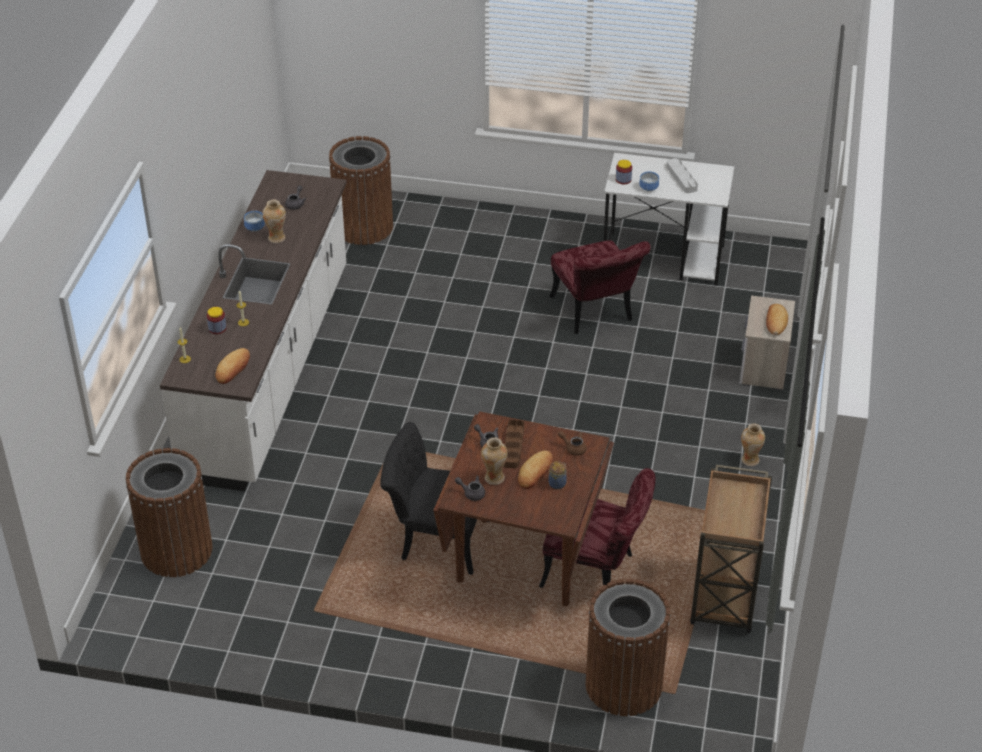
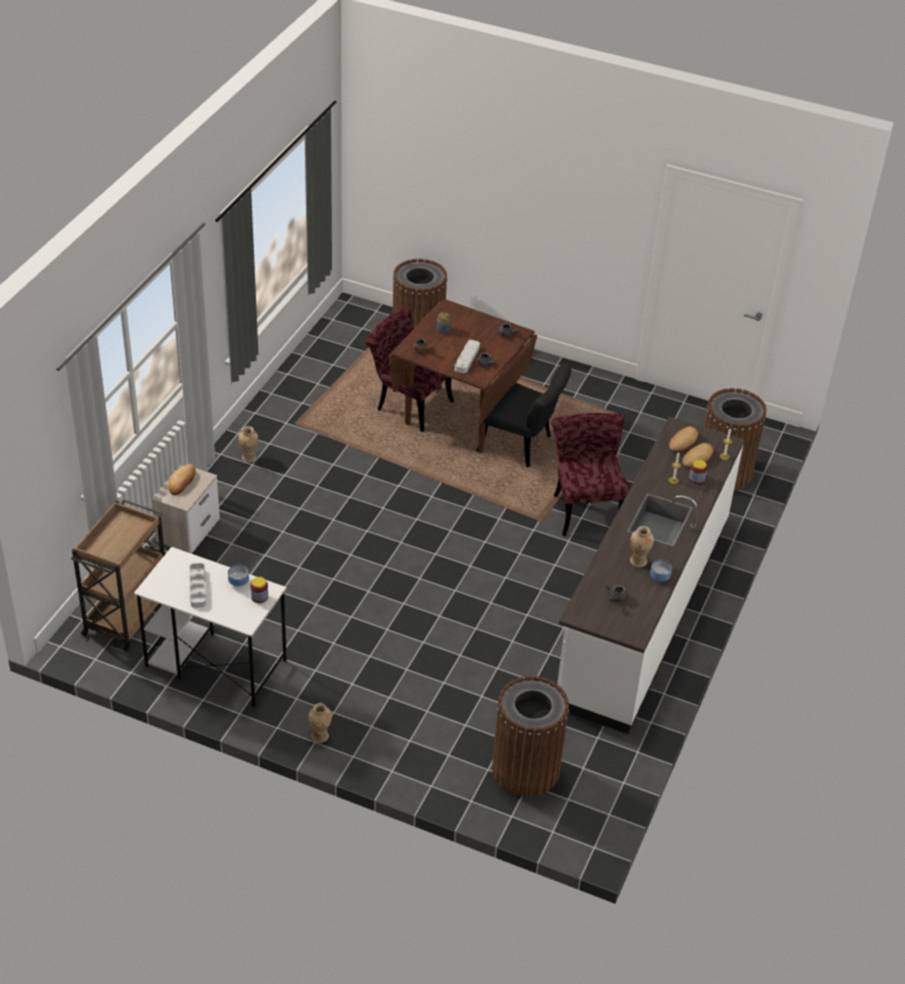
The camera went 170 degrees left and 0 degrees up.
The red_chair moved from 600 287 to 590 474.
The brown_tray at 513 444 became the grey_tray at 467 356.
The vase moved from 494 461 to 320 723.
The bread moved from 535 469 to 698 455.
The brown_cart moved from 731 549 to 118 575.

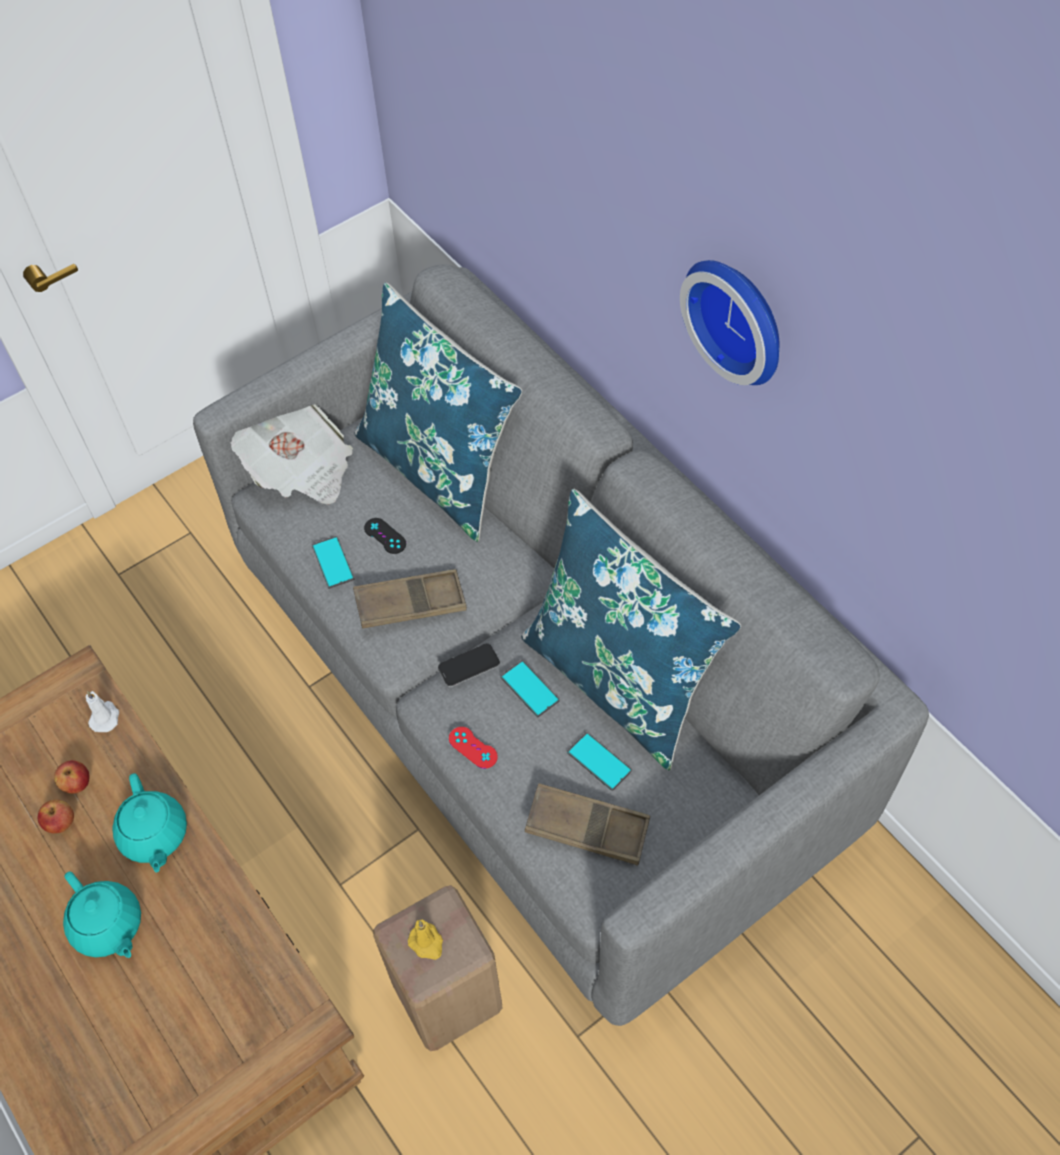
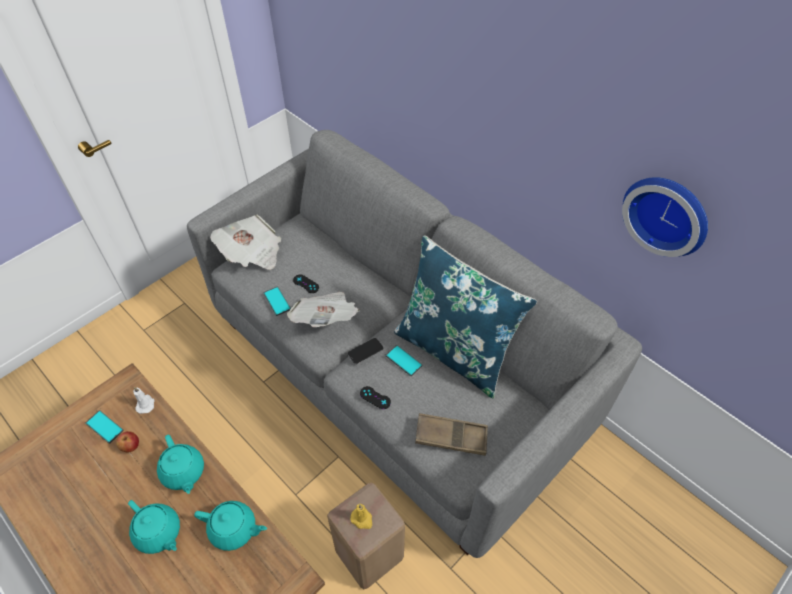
The camera went 10 degrees left and 5 degrees down.
The wall_clock moved from 729 322 to 665 217.
The blue_pillow at 438 412 disappeared.
The brown_tray at 410 599 was replaced by the newspaper at 323 309.
The red_game_controller at 473 748 became the black_game_controller at 375 397.
The phone moved from 599 761 to 104 427.
The apple at 56 817 disappeared.
The turquoise_teapot at 230 526 appeared.

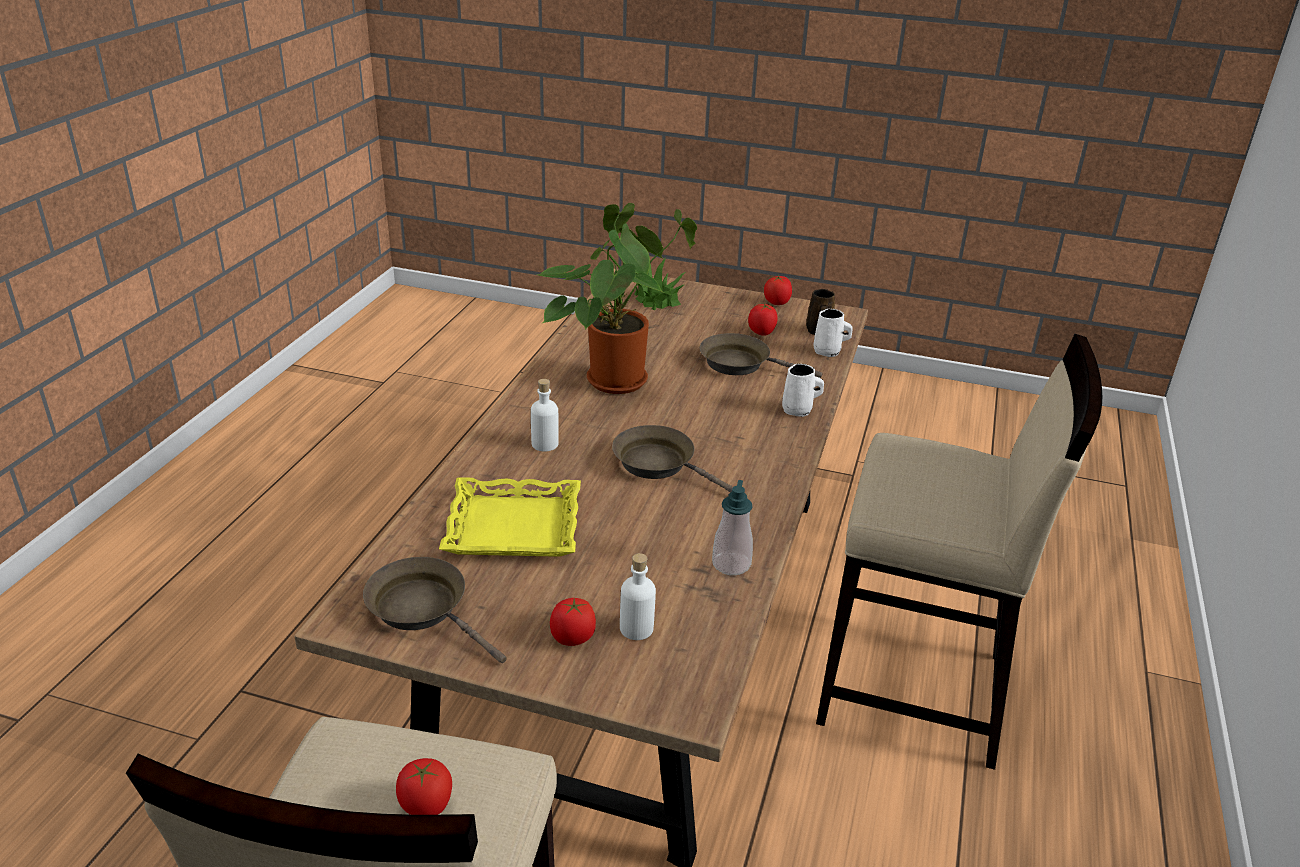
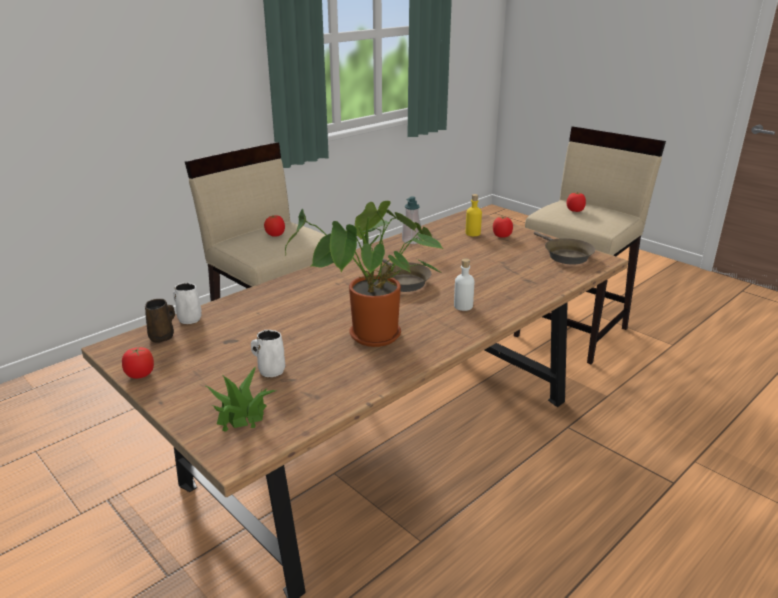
The camera went 150 degrees left and 5 degrees down.
The tomato moved from 763 320 to 274 226.
The brown_frying_pan at 761 355 disappeared.
The white_mug moved from 803 390 to 268 353.
The yellow_tray at 510 517 disappeared.
The white_bottle at 638 596 became the yellow_bottle at 474 215.

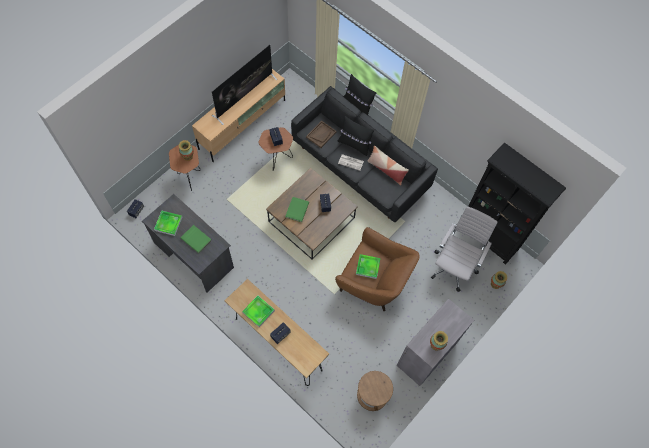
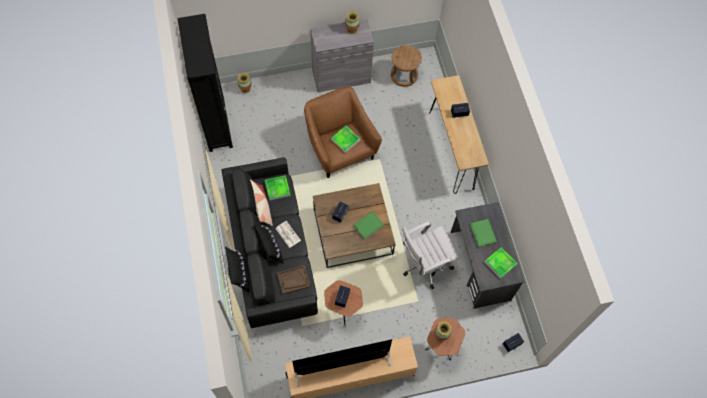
The camera went 145 degrees left and 0 degrees up.
The white_office_chair moved from 464 249 to 431 255.
The tray moved from 258 311 to 278 188.

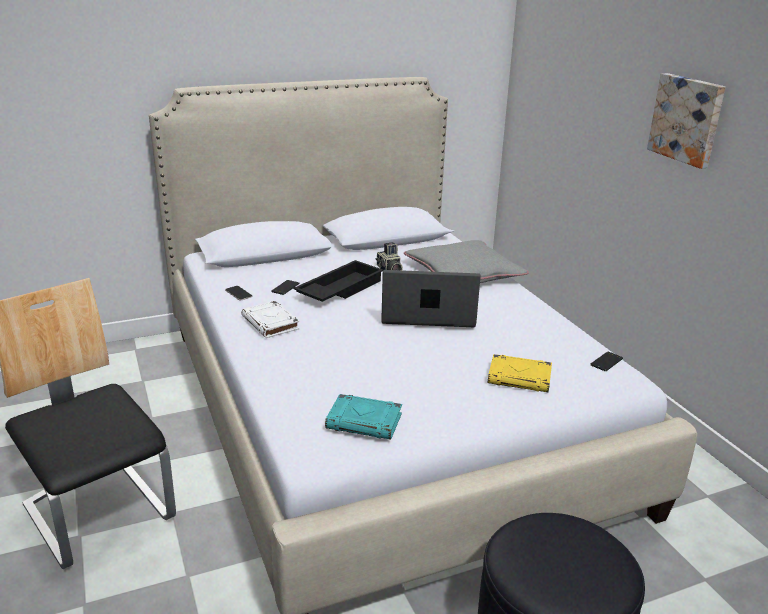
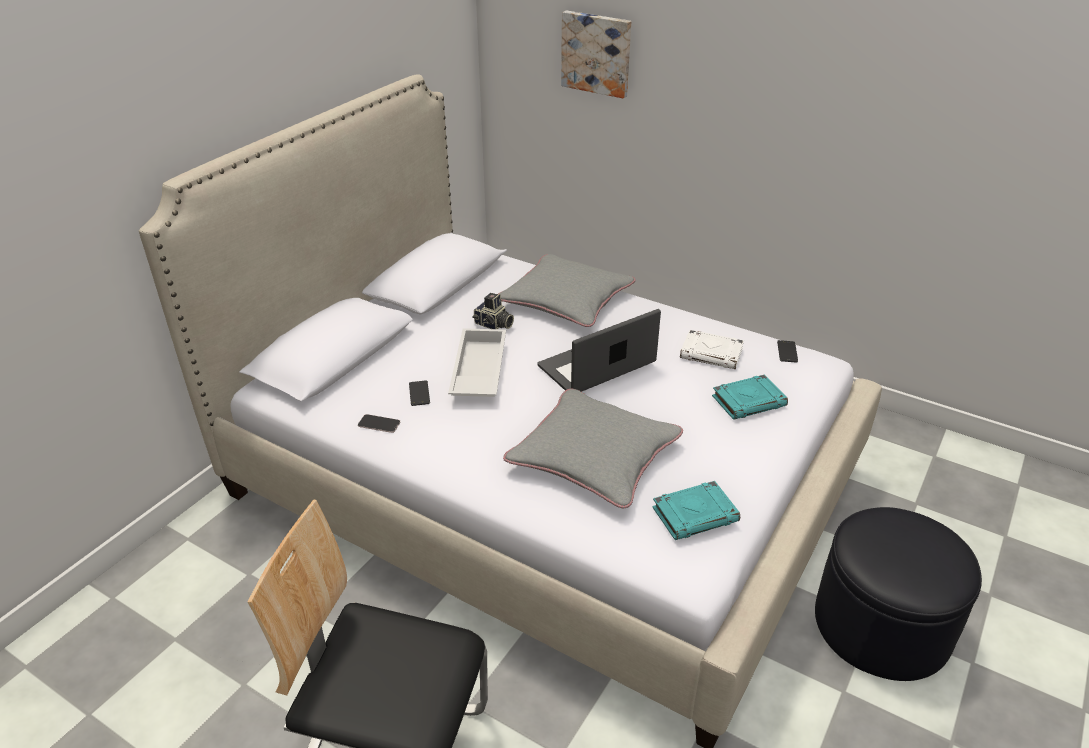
The camera went 35 degrees left and 10 degrees up.
The picture moved from 686 121 to 596 54.
The black_tray at 338 281 became the white_tray at 477 362.
The white_book moved from 270 319 to 712 349.
The yellow_book at 520 373 became the turquoise_book at 750 397.
The grey_pillow at 593 449 appeared.

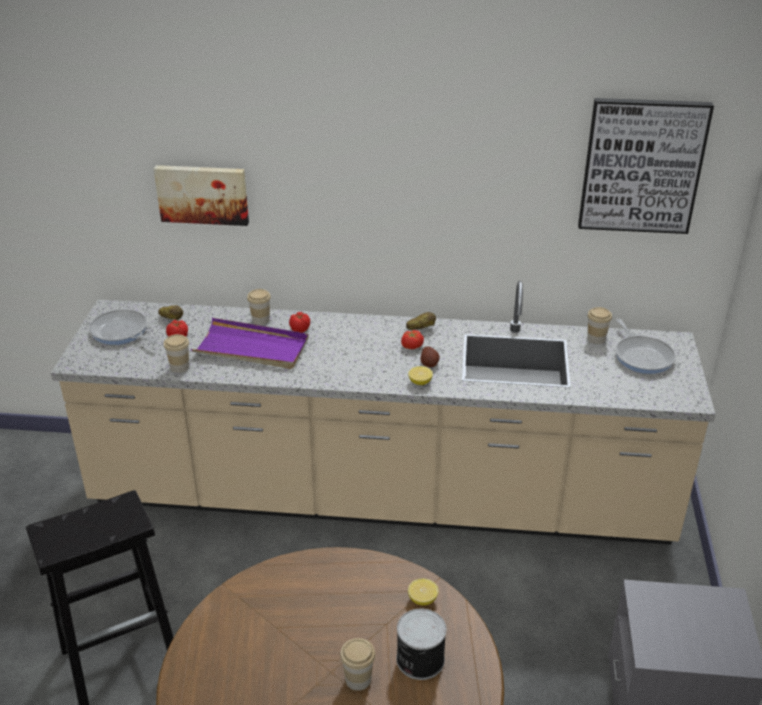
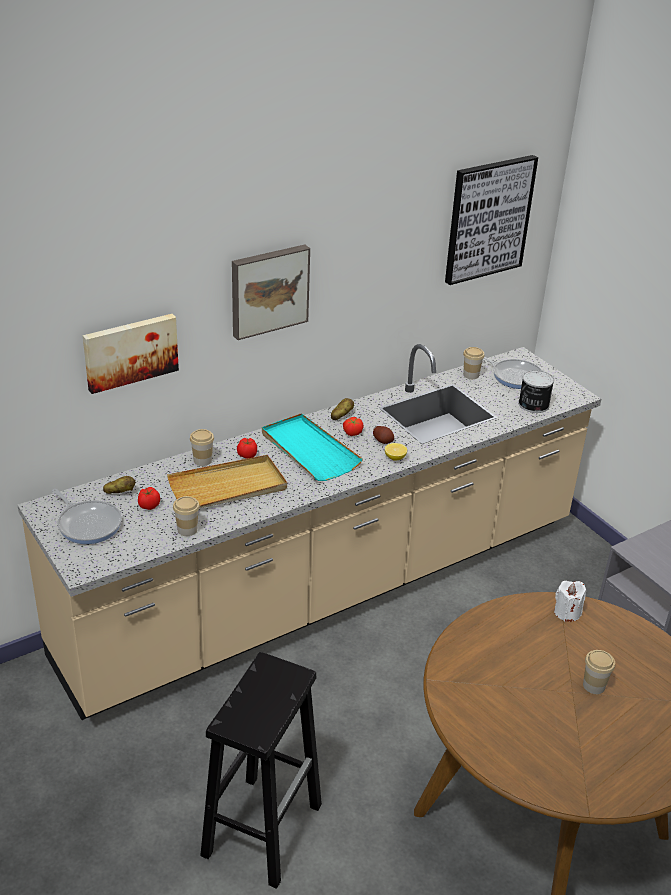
The camera went 40 degrees left and 0 degrees up.
The frying_pan at 123 327 turned 135 degrees counterclockwise.
The purple_tray at 250 343 became the beige_tray at 227 481.
The lemon at 423 592 was replaced by the white_candle at 570 601.
The can moved from 421 644 to 536 391.
The picture at 271 292 appeared.
The turquoise_tray at 312 447 appeared.

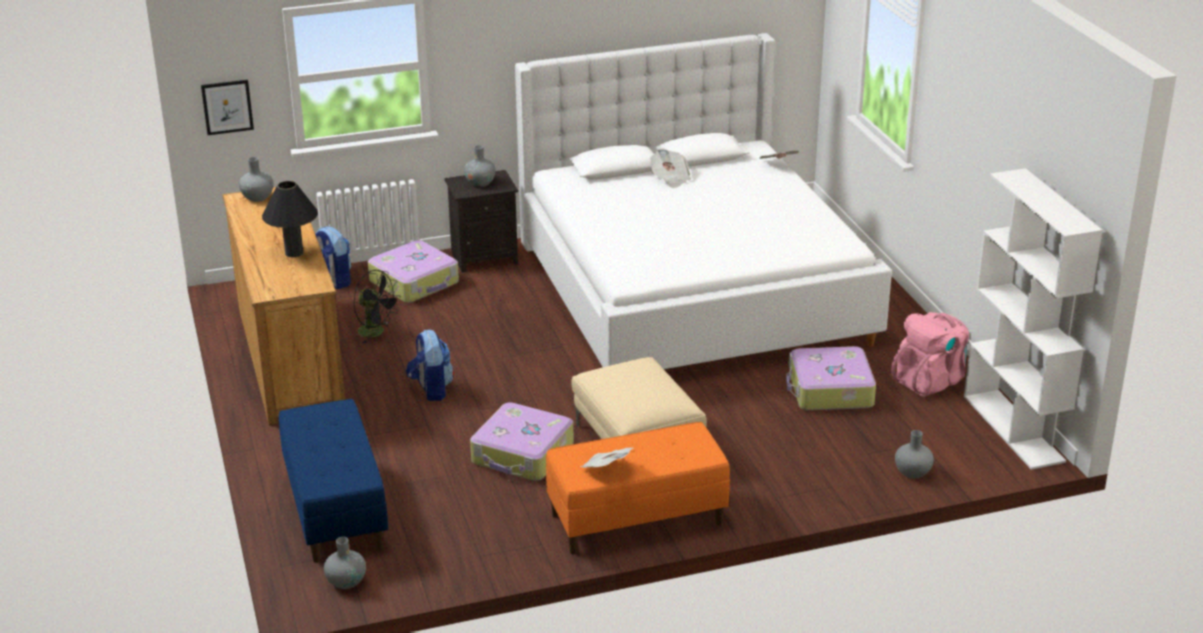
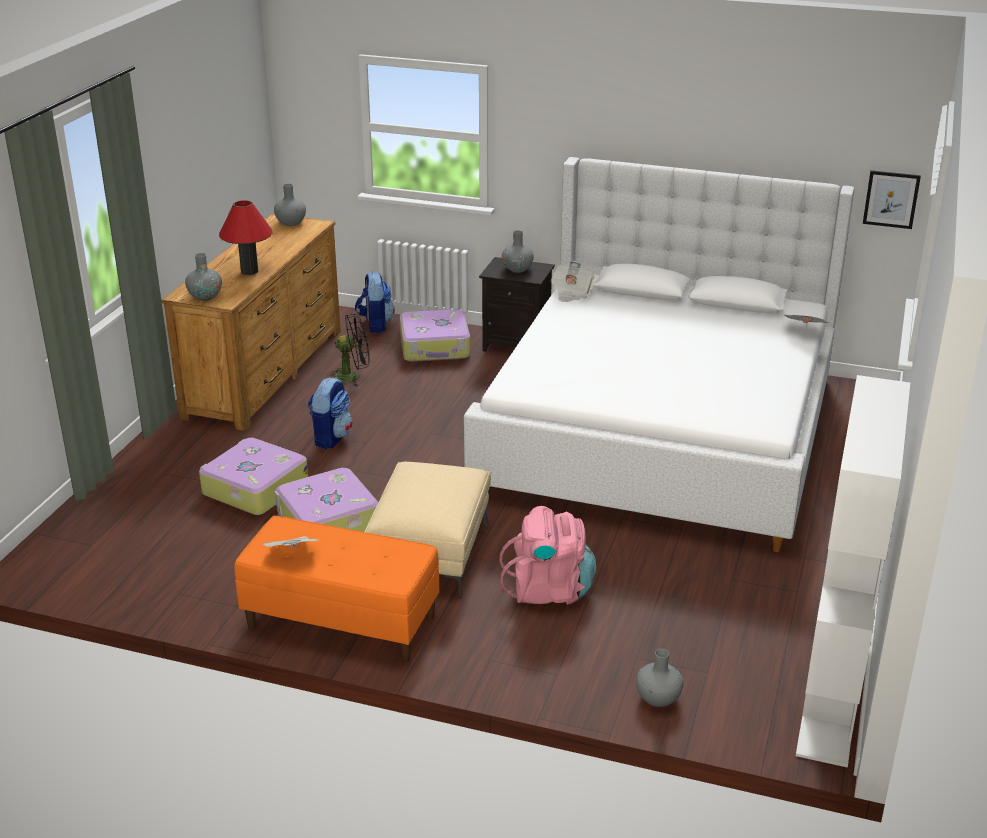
The camera went 35 degrees right and 0 degrees up.
The picture moved from 227 107 to 892 199.
The newspaper moved from 670 168 to 572 281.
The black_table_lamp at 290 219 became the red_table_lamp at 246 237.
The black_fan at 377 306 turned 75 degrees counterclockwise.
The pink_backpack moved from 930 354 to 547 555.
The suitcase moved from 831 378 to 253 476.
The blue_bench at 333 481 disappeared.
The grey_vase moved from 345 563 to 203 277.

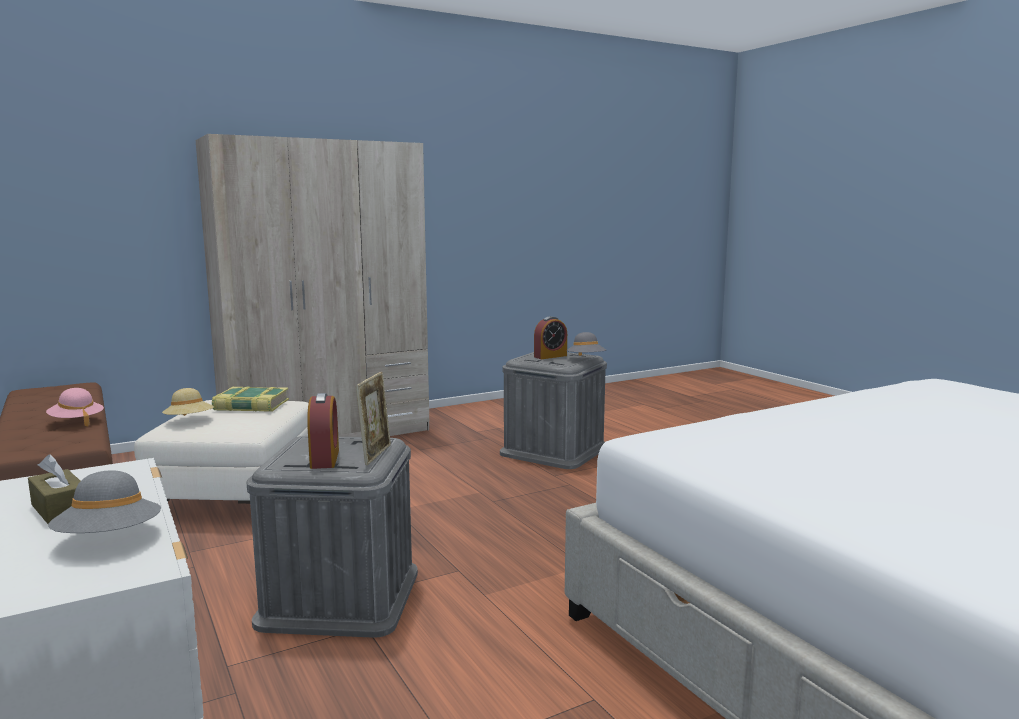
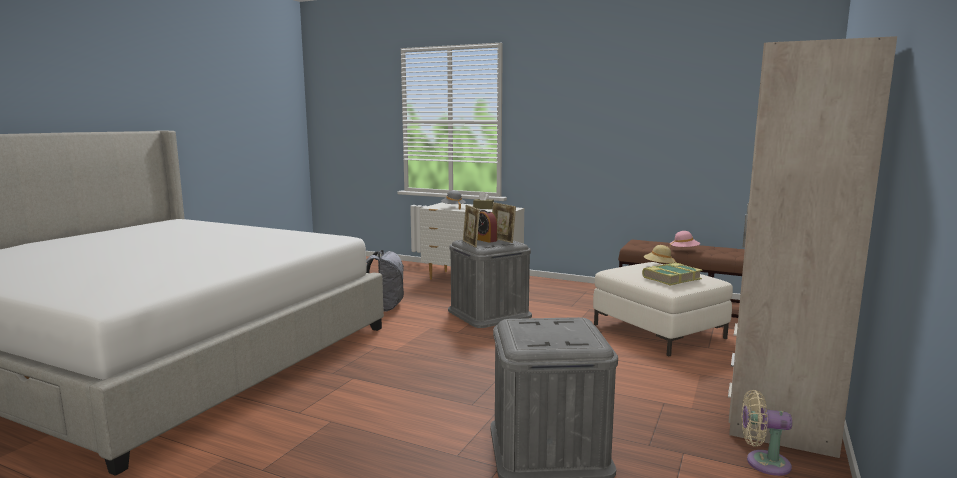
The camera went 145 degrees right and 0 degrees up.
The alarm_clock at 550 337 disappeared.
The grey_hat at 586 344 disappeared.
The picture_frame at 504 222 appeared.
The grey_backpack at 385 281 appeared.
The beige_fan at 767 433 appeared.

